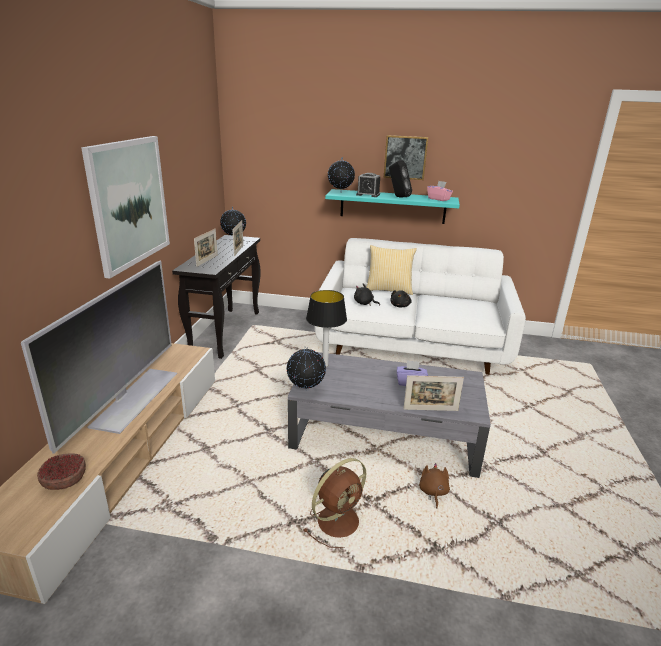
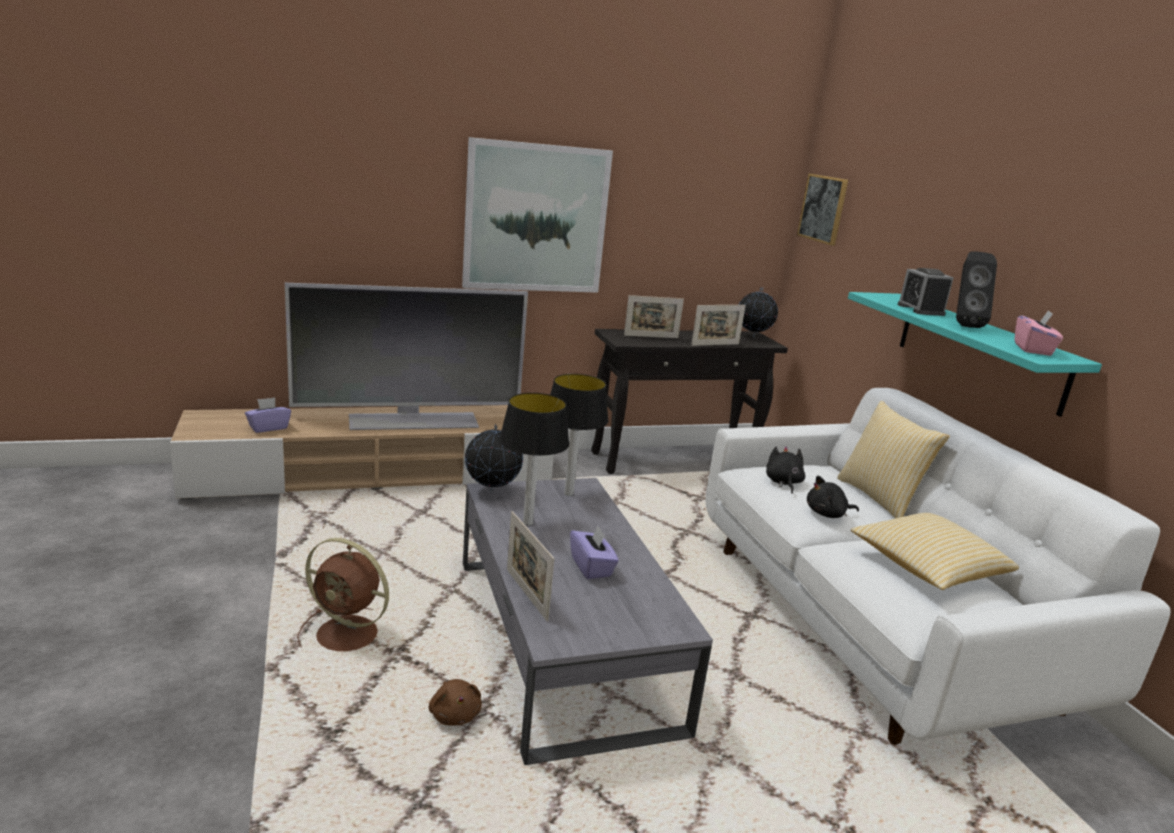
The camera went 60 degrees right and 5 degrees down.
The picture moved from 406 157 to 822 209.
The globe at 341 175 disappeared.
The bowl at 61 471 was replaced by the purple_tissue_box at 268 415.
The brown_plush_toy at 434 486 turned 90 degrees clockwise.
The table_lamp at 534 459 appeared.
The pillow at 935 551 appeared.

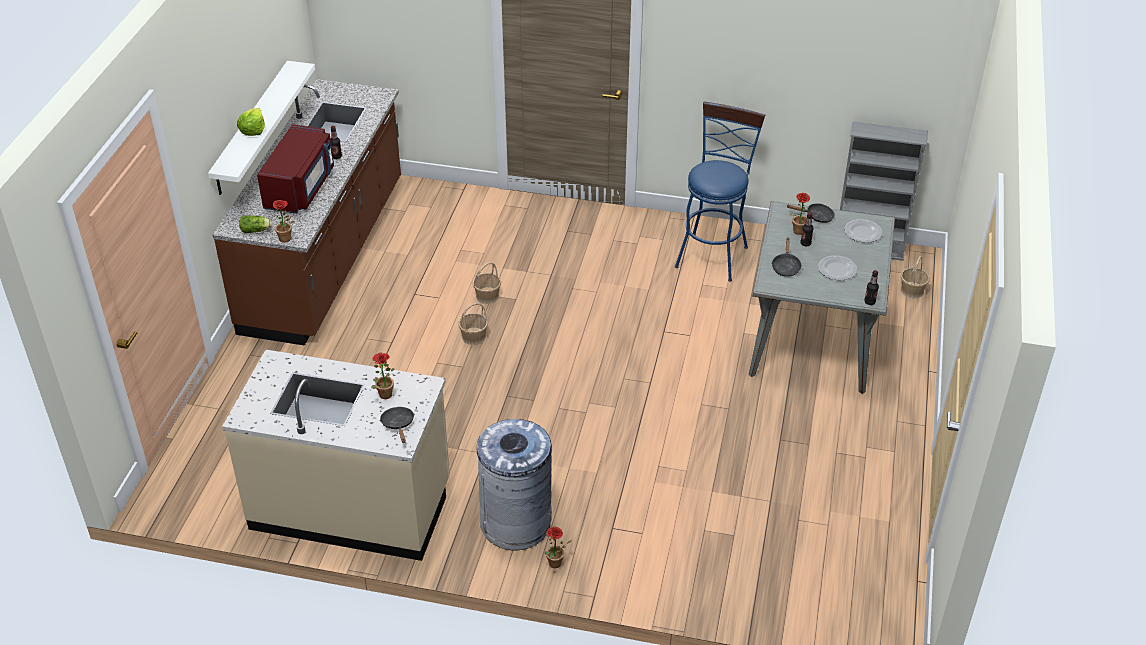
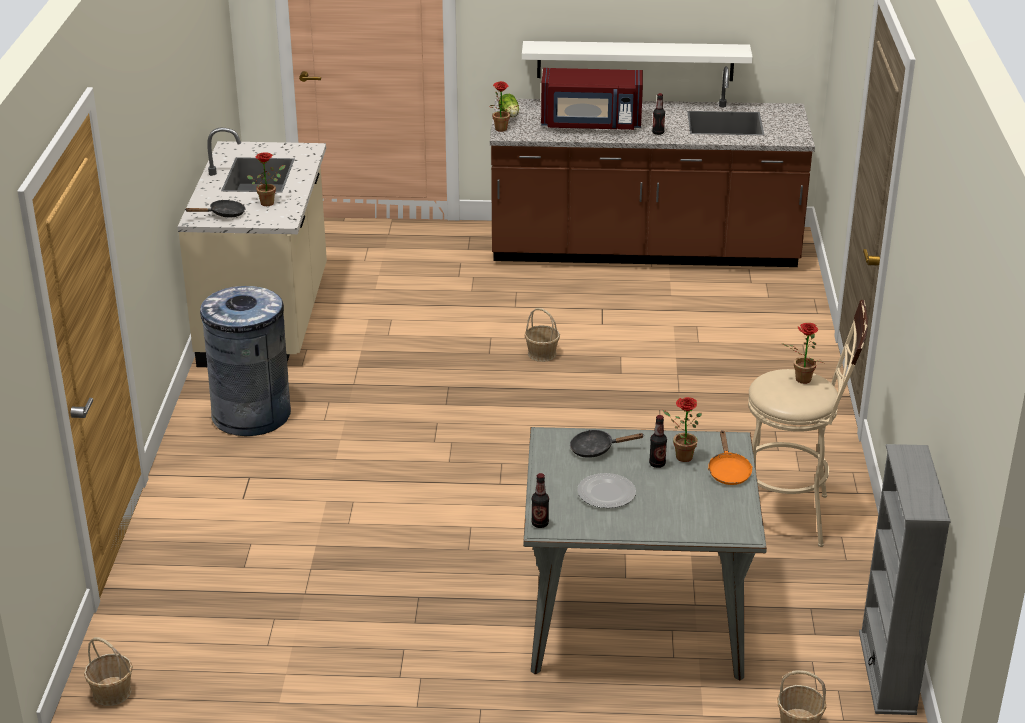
The camera went 80 degrees right and 10 degrees down.
The blue_stool at 720 191 became the beige_stool at 808 423.
The lettuce at 251 122 disappeared.
The black_frying_pan at 811 213 became the orange_frying_pan at 730 457.
The plate at 863 231 disappeared.
The basket moved from 487 283 to 108 671.
The potted_plant moved from 558 547 to 802 353.

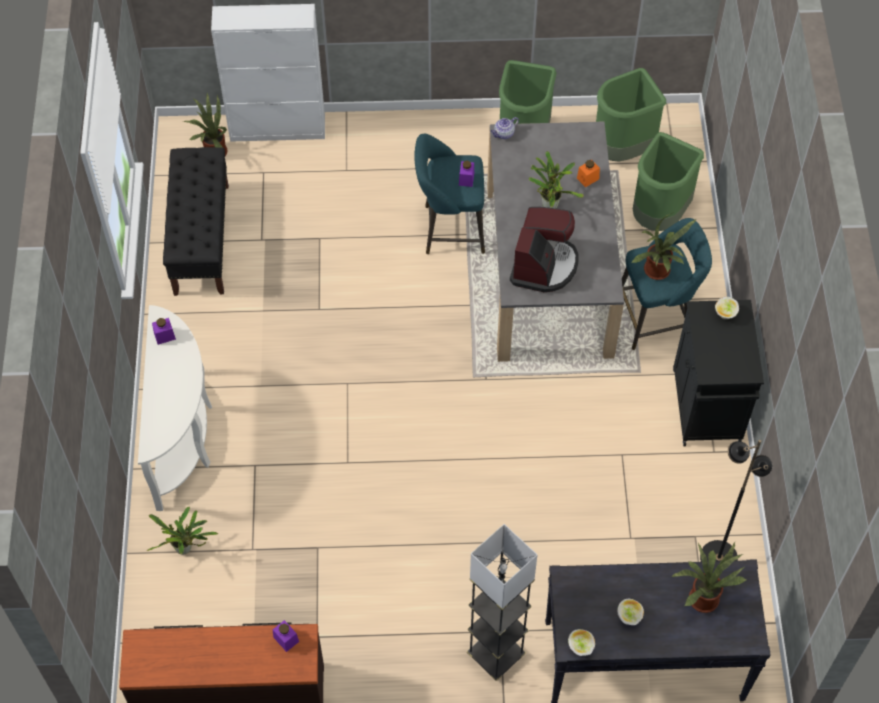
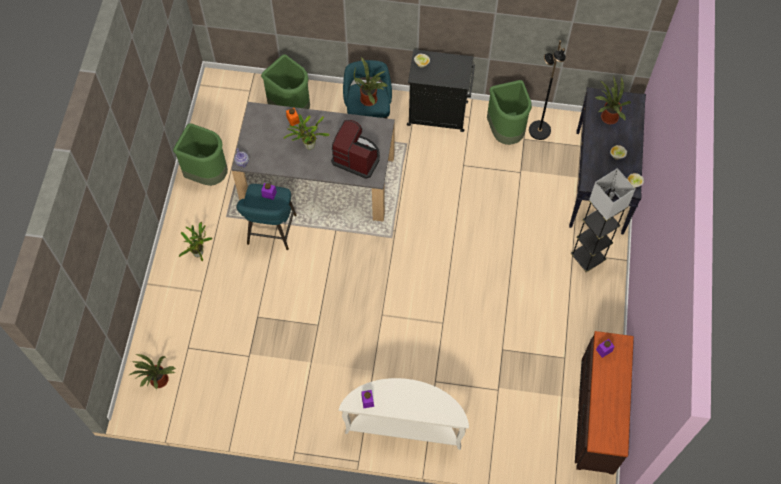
The camera went 80 degrees left and 5 degrees up.
The white_cabinet at 268 73 disappeared.
The green_trash_can moved from 631 115 to 509 112.
The black_bench at 196 221 disappeared.
The potted_plant moved from 182 531 to 196 241.

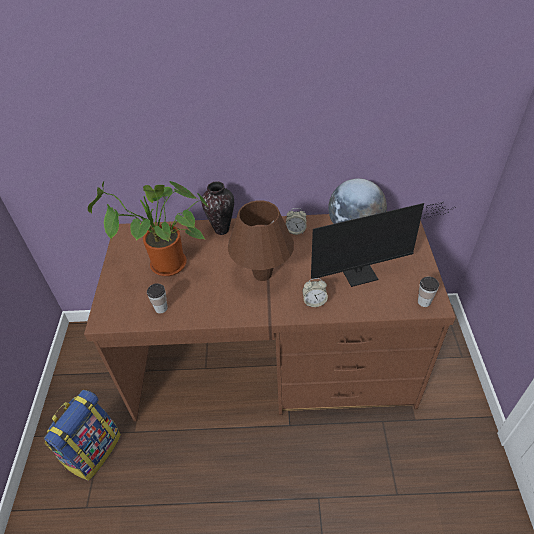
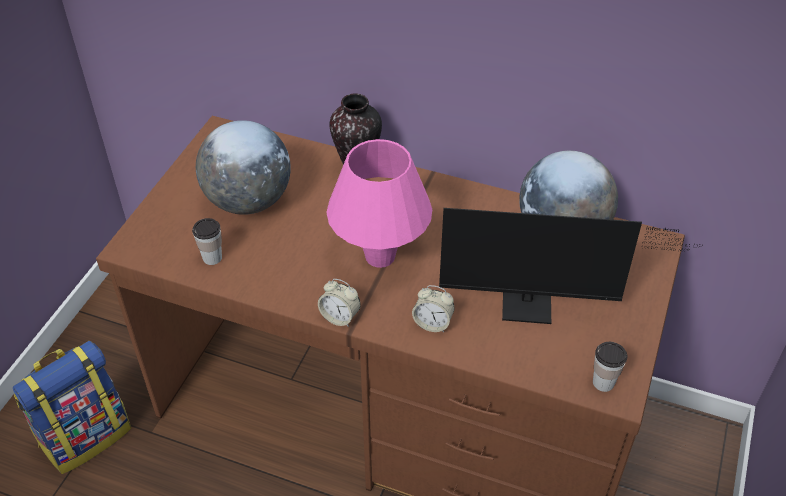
The camera went 20 degrees right and 0 degrees up.
The potted_plant at 148 228 was replaced by the globe at 243 167.
The brown_table_lamp at 261 240 became the pink_table_lamp at 379 203.
The alarm_clock moved from 296 221 to 339 303.

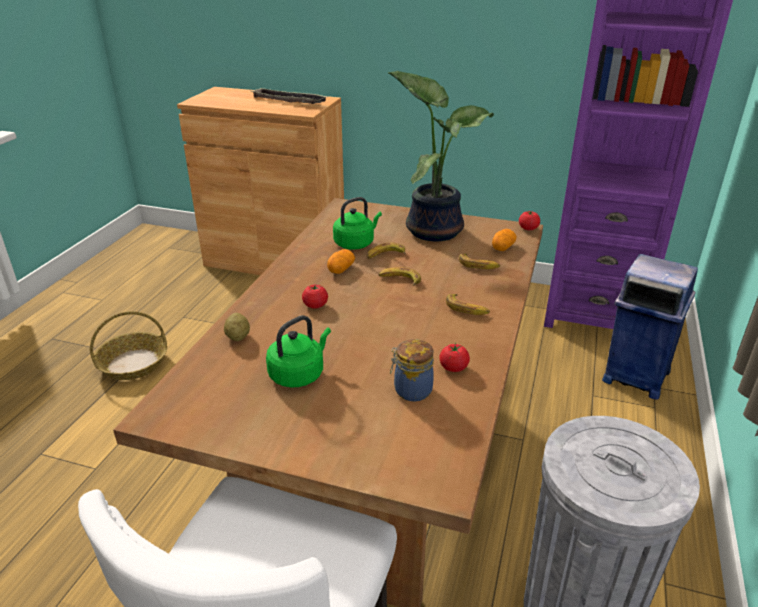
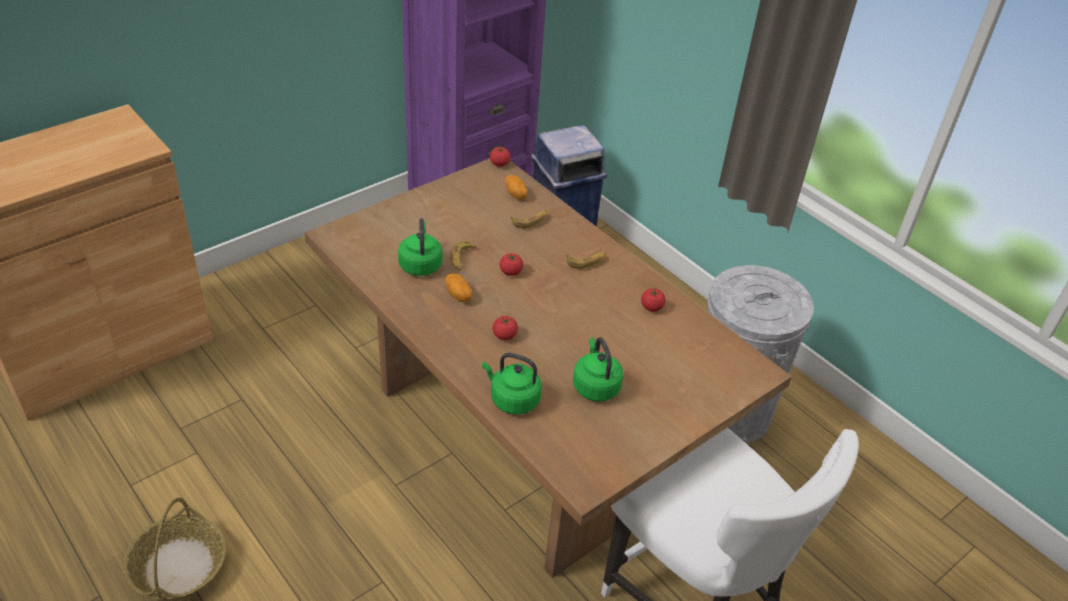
The camera went 60 degrees left and 10 degrees up.
The potted_plant at 441 156 disappeared.
The tray at 288 95 disappeared.
The banana at 399 276 was replaced by the tomato at 511 264.
The potato at 237 327 was replaced by the green_kettle at 512 383.
The jar at 412 370 disappeared.

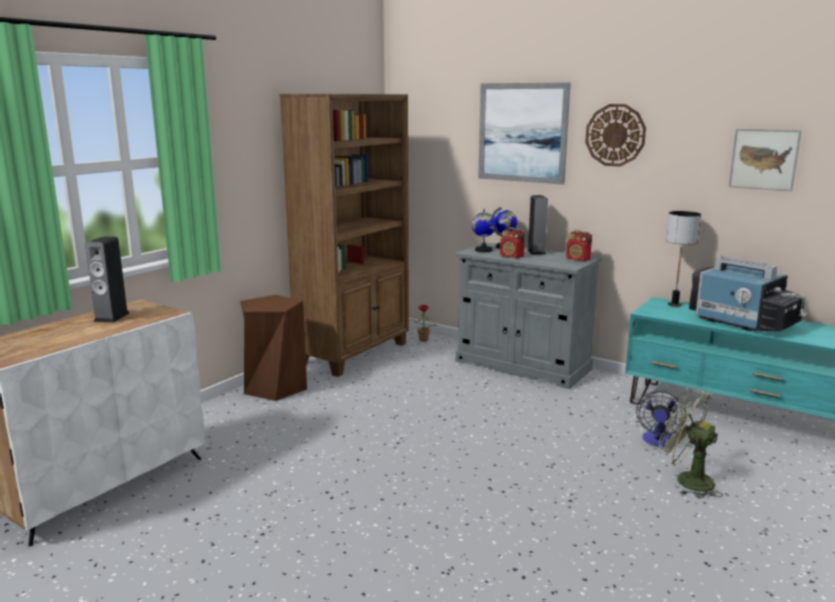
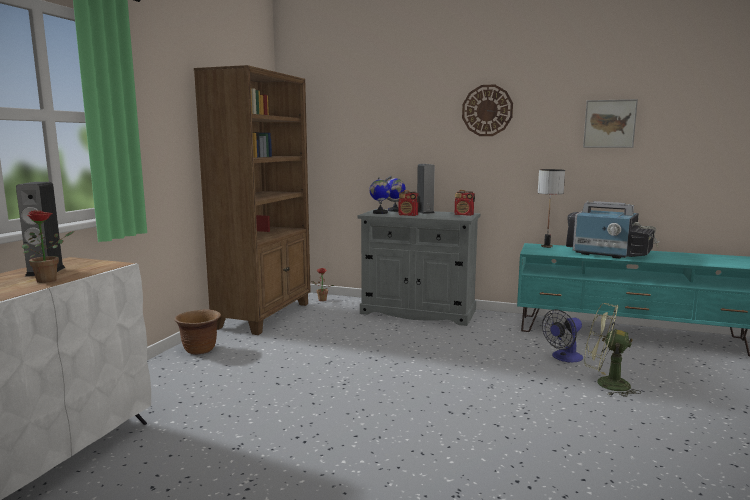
The camera went 15 degrees left and 5 degrees down.
The picture at 524 133 disappeared.
The brown_stool at 273 348 was replaced by the brown_planter at 198 332.
The fan at 661 419 turned 45 degrees clockwise.
The potted_plant at 48 246 appeared.

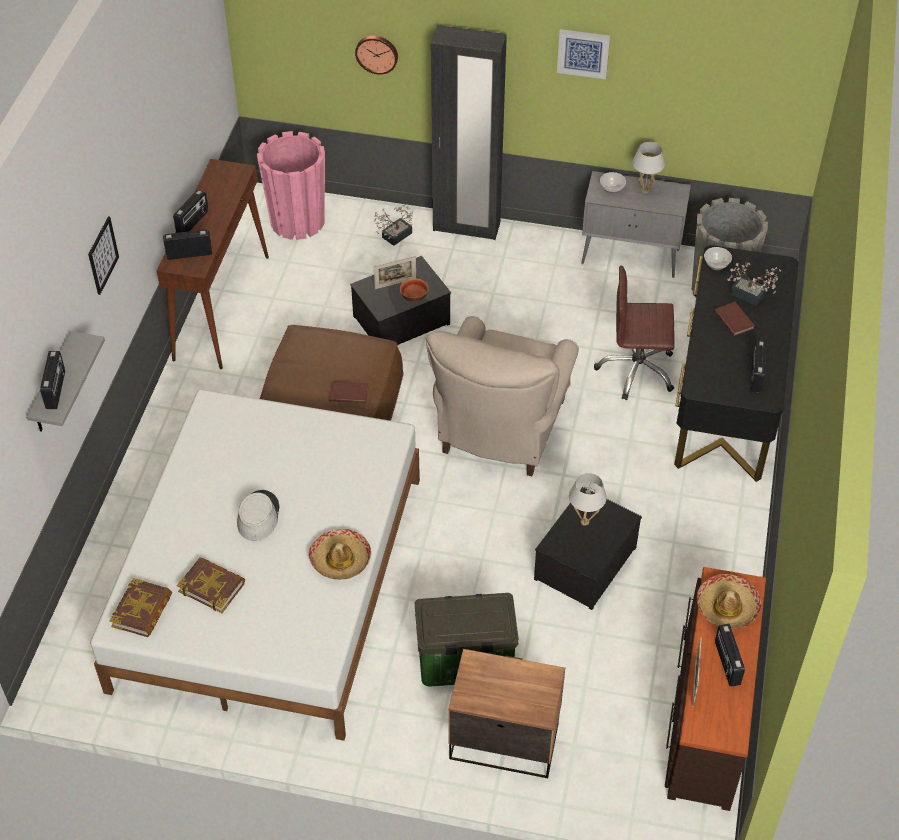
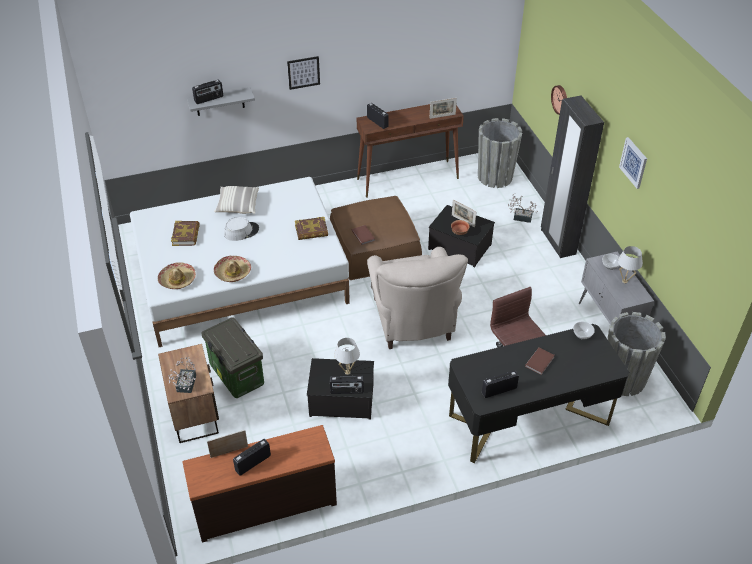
The camera went 60 degrees right and 5 degrees down.
The pink_planter at 291 185 became the grey_planter at 500 153.
The radio moved from 190 211 to 347 385.
The potted_plant moved from 754 284 to 182 375.
The beige_armchair at 502 396 turned 90 degrees counterclockwise.
The hat moved from 729 601 to 177 275.
The book moved from 141 607 to 311 228.
The picture_frame at 443 108 appeared.
The pillow at 236 200 appeared.

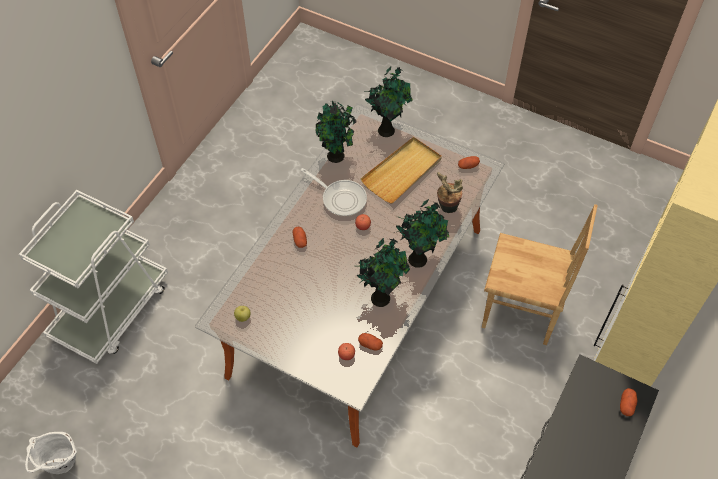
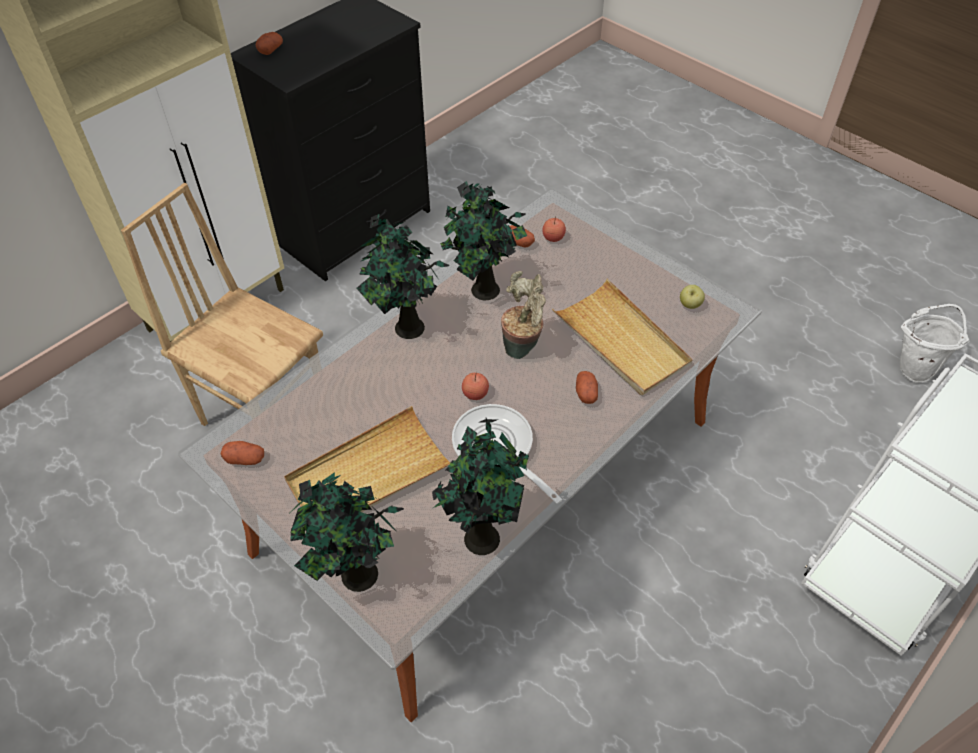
The camera went 165 degrees left and 5 degrees down.
The potted_plant moved from 450 192 to 523 315.
The beige_tray at 622 337 appeared.

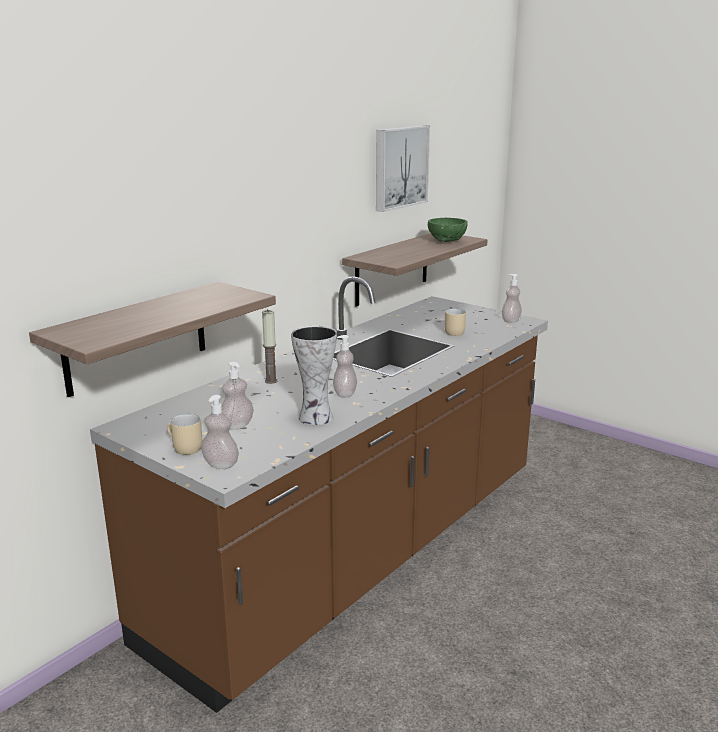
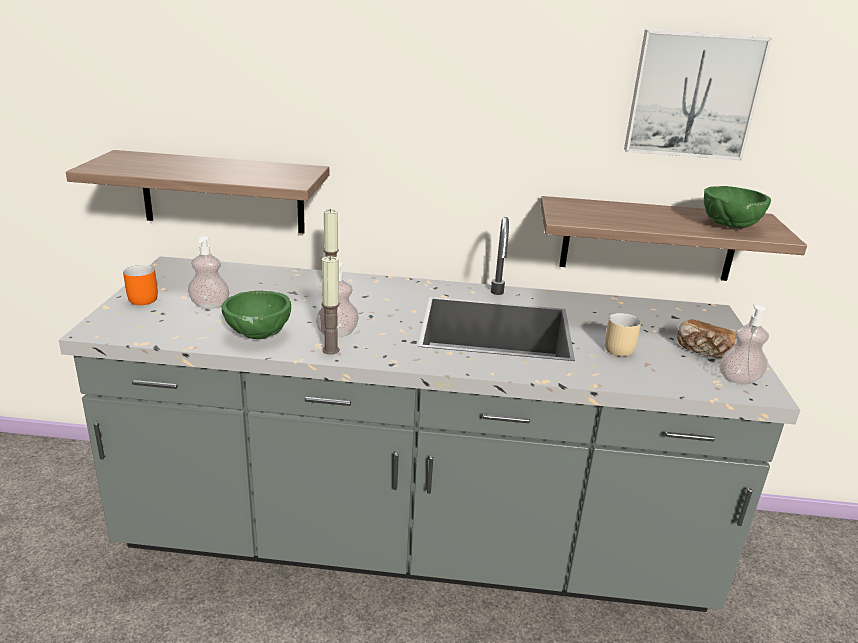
The camera went 55 degrees right and 5 degrees up.
The brown_counter at 319 494 became the grey_counter at 429 414.
The vase at 314 375 was replaced by the green_bowl at 256 315.
The soap_dispenser at 220 432 disappeared.
The beige_mug at 184 434 became the orange_mug at 140 285.
The candle at 331 305 appeared.
The bread at 706 338 appeared.

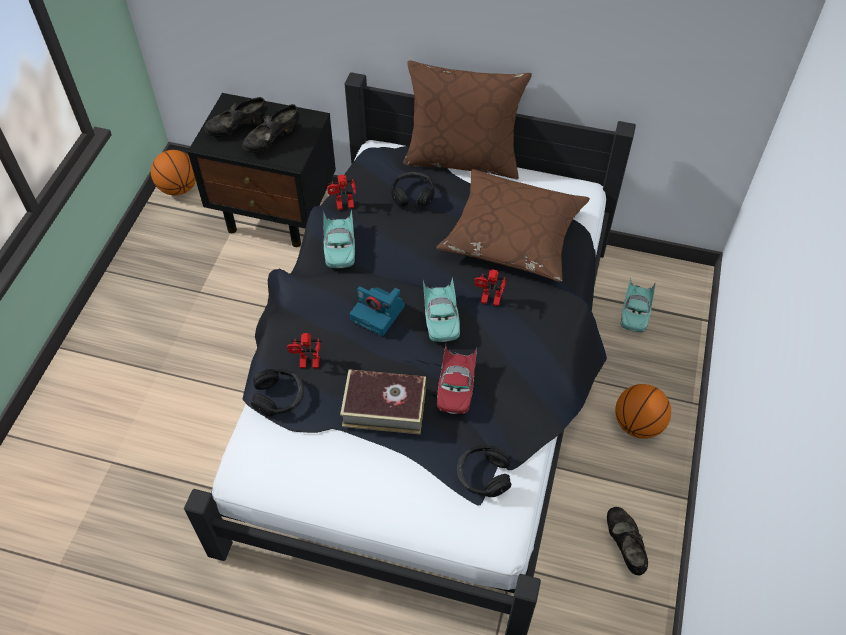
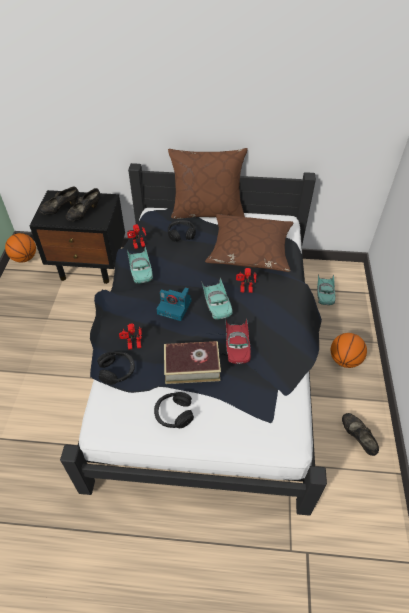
The camera went 10 degrees left and 5 degrees down.
The black_headphones moved from 484 471 to 174 410.

